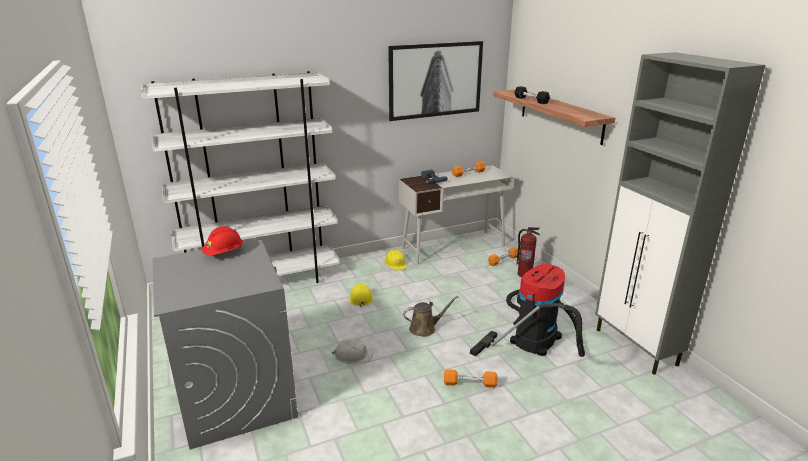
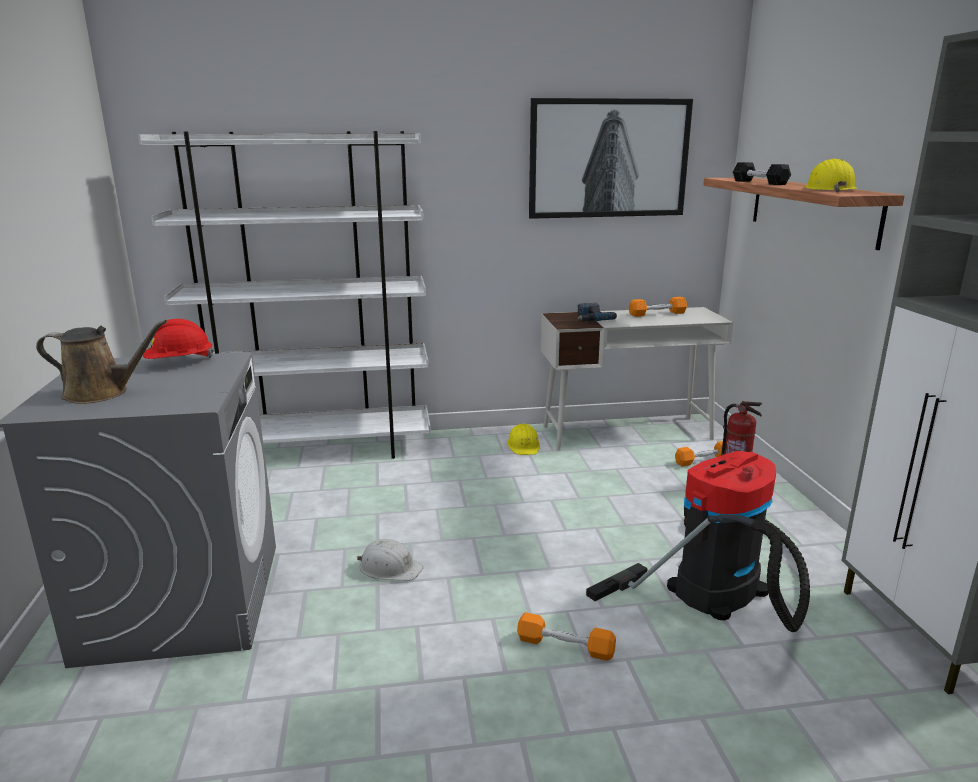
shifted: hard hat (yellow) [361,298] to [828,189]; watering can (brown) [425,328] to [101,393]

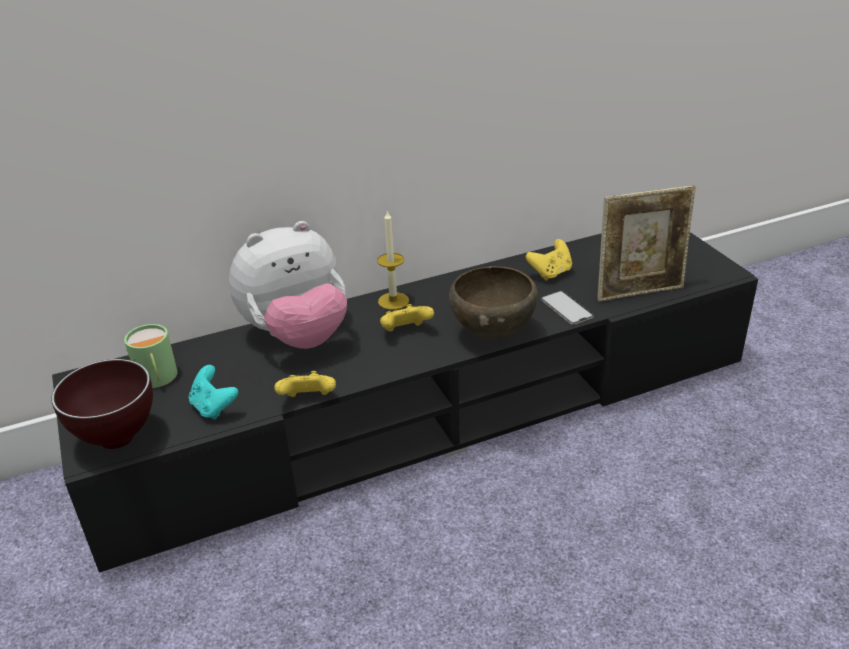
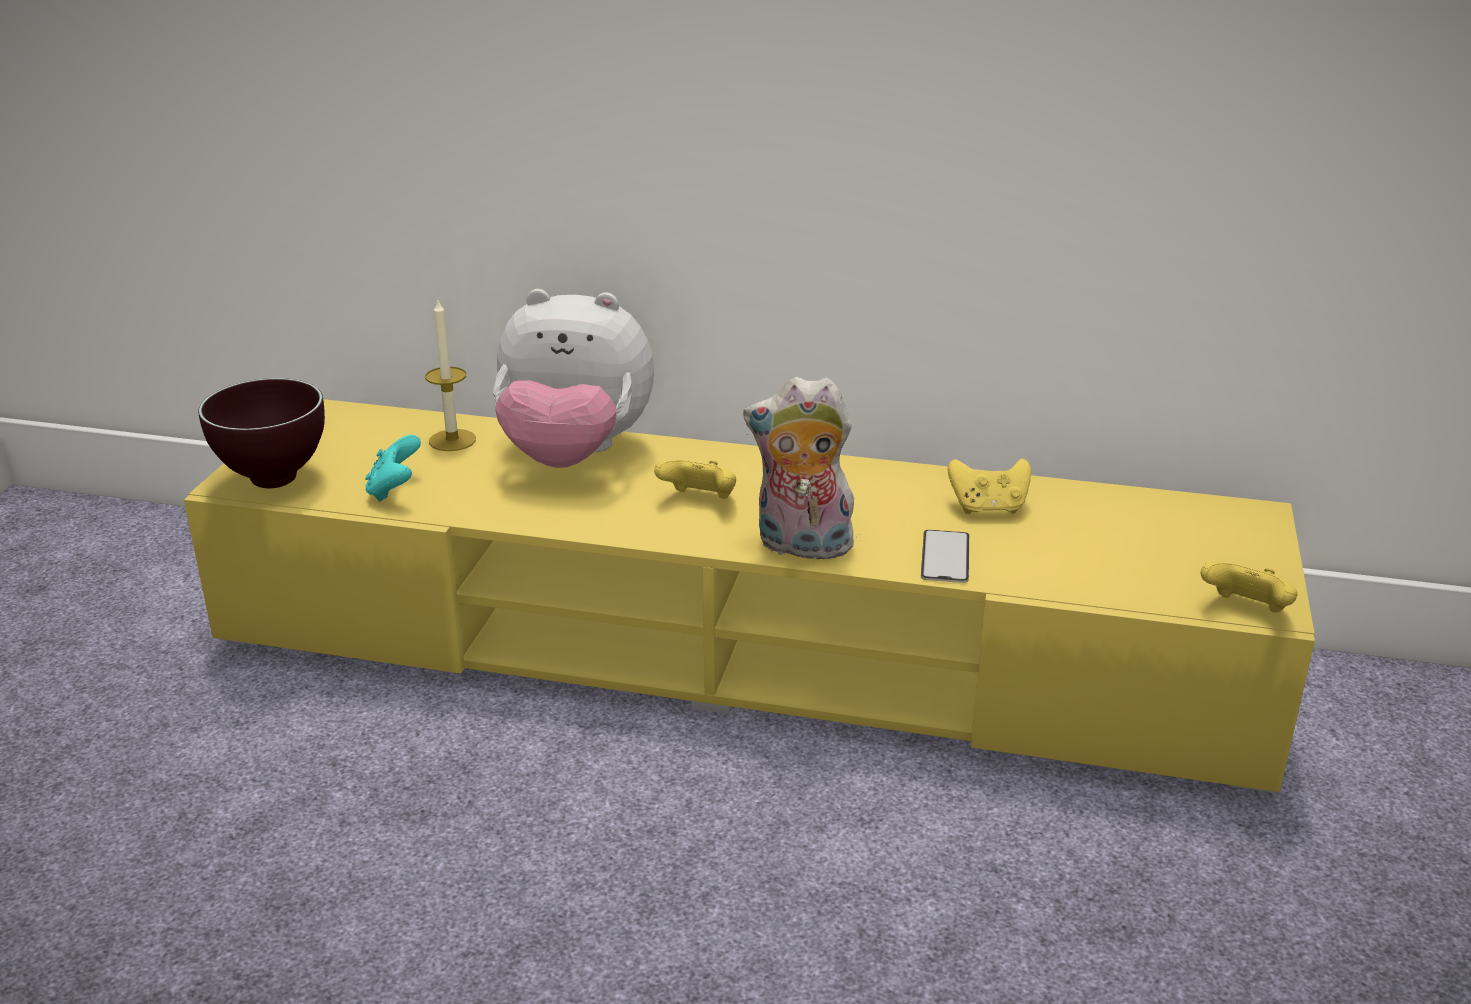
gone: mug (green) [156,378]; picture frame [639,292]
shifted: game controller (yellow) [308,400] to [1245,610]; candle [393,301] to [452,440]
swapped: bowl (brown) [493,334] to plush toy [801,547]
repainted: tv stand (black) [430,413] to tv stand (yellow) [738,650]

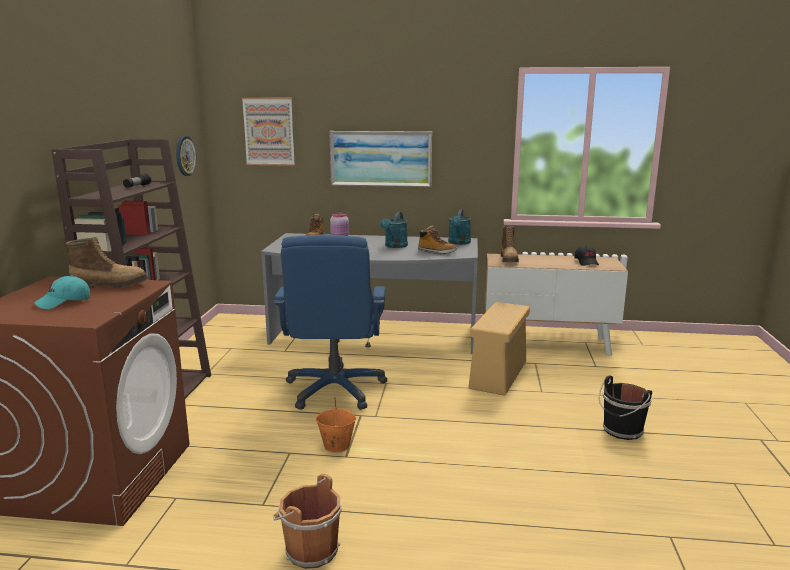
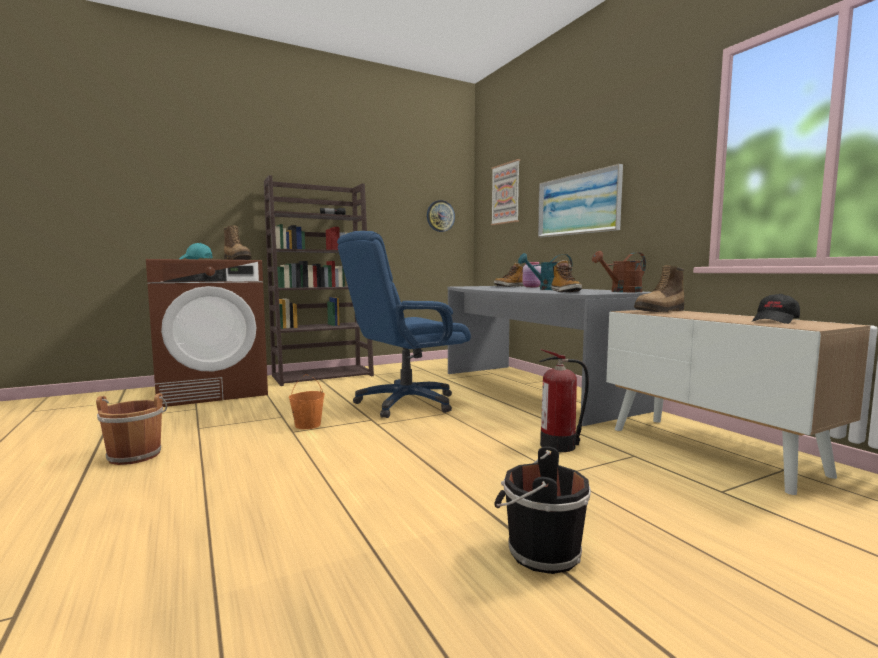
swapped: storage box (beige) [498,374] to fire extinguisher [560,445]
repainted: watering can (turquoise) [459,243] to watering can (brown) [621,291]

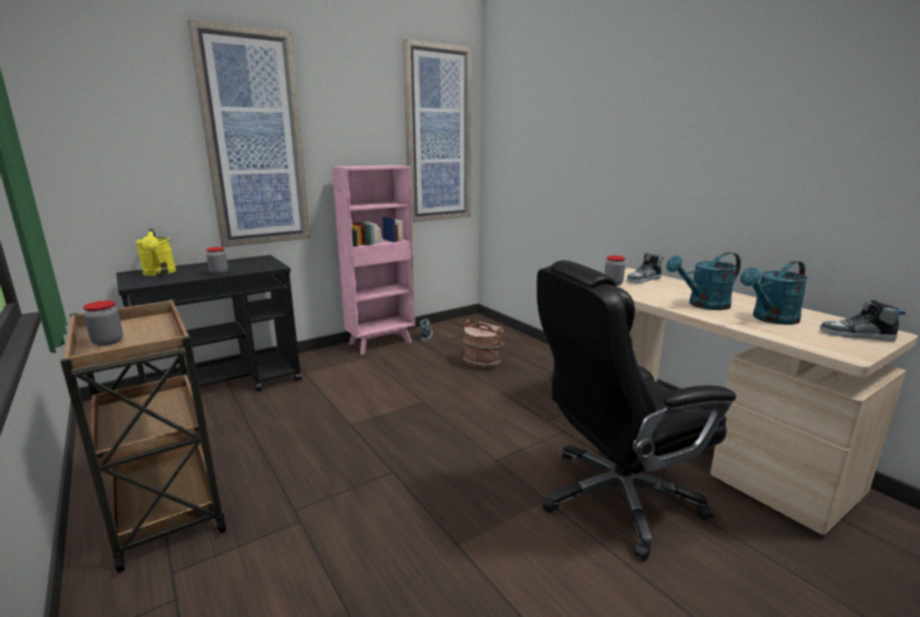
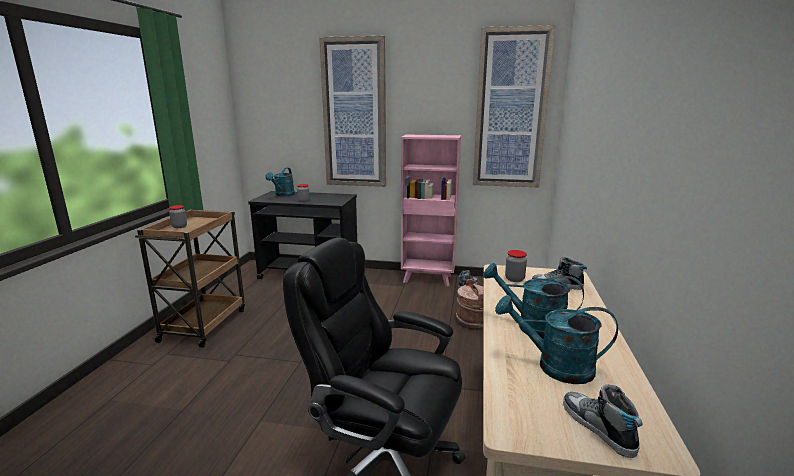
repainted: watering can (yellow) [159,273] to watering can (turquoise) [283,195]

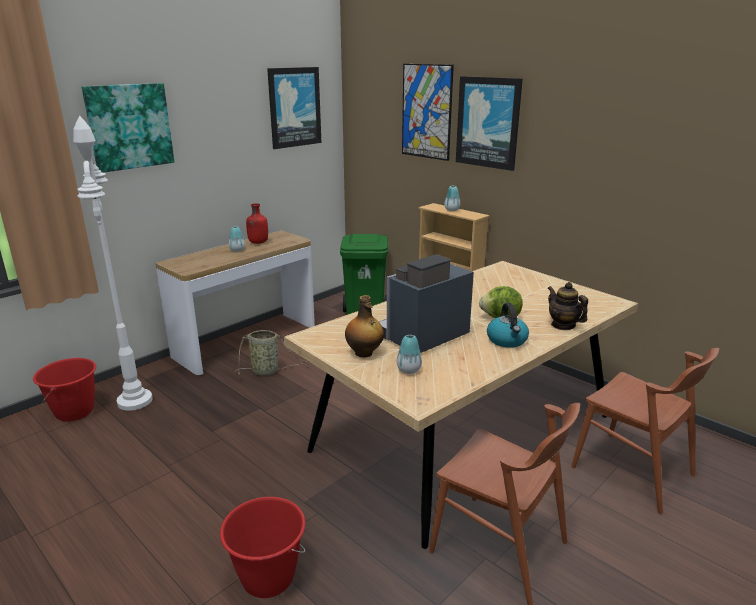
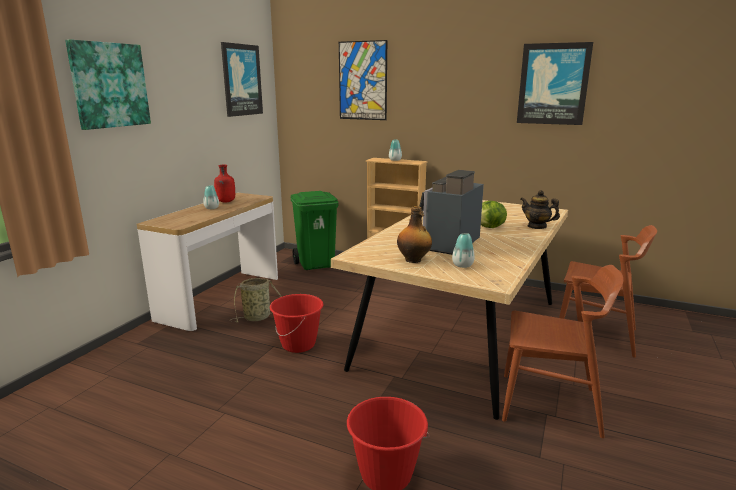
gone: floor lamp (white) [135,401]; kettle [507,340]
shifted: bucket (red) [75,412] to [299,344]; picture [488,122] to [553,84]

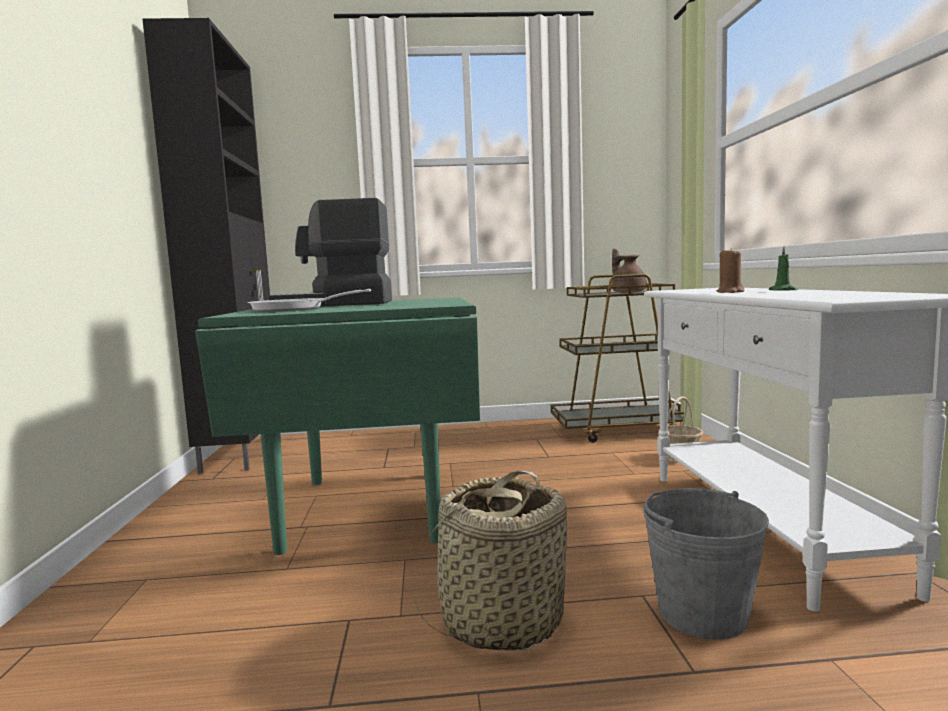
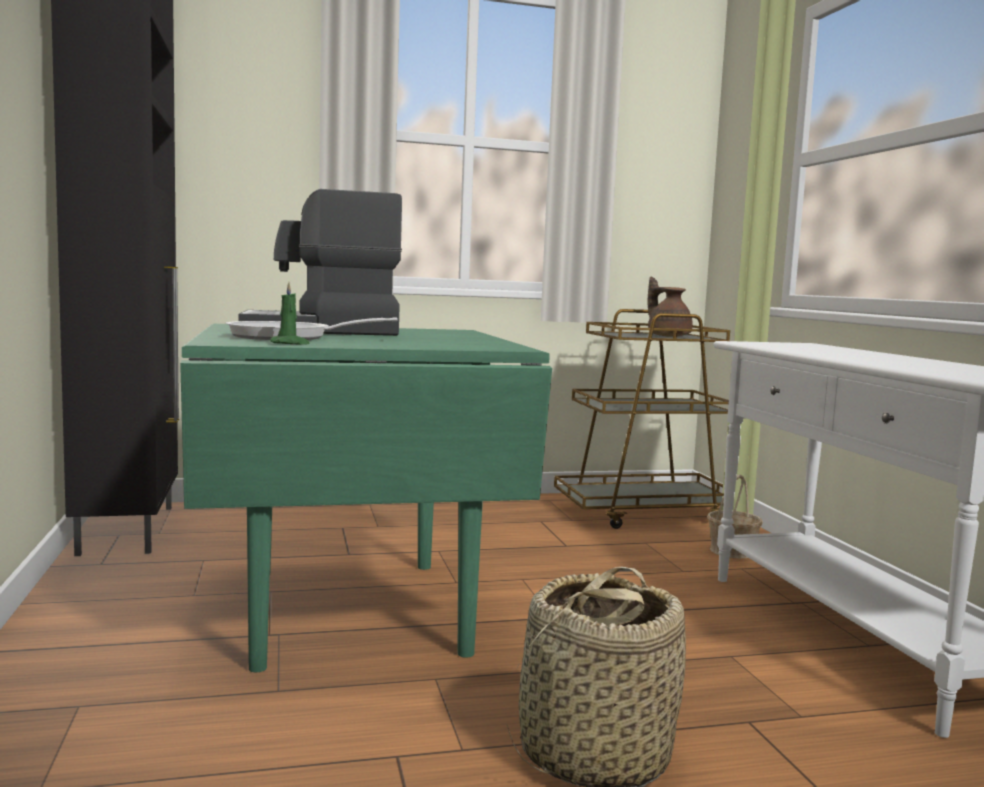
gone: bucket (grey) [702,614]; candle (brown) [730,292]
shifted: candle (green) [783,290] to [290,343]

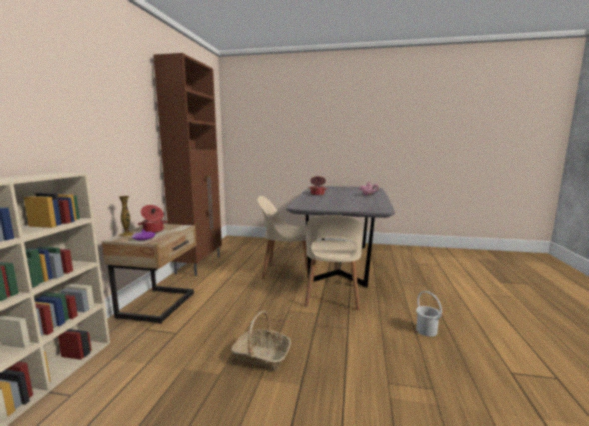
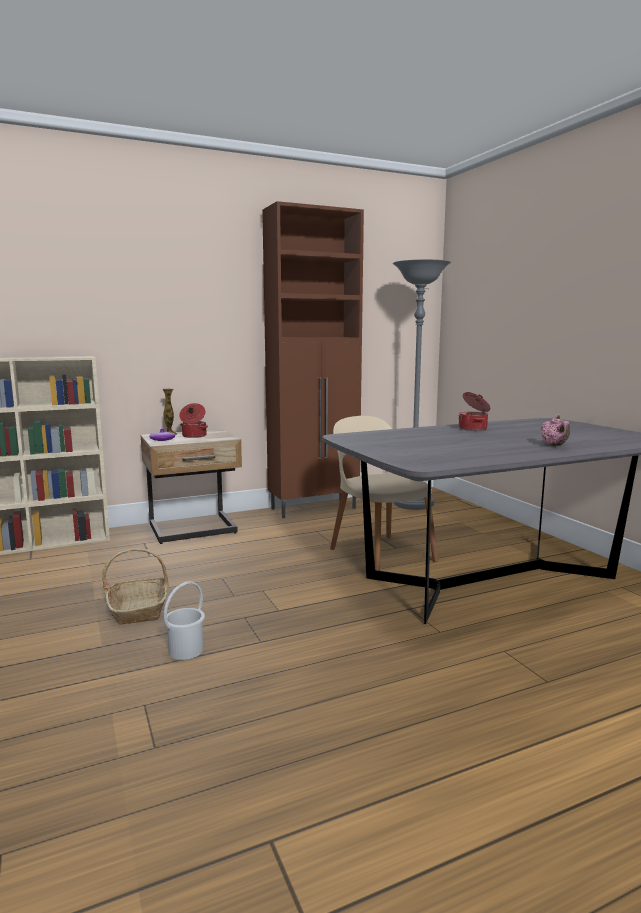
gone: chair (beige) [332,296]
new: floor lamp (grey) [413,504]
shifted: bucket (white) [426,330] to [186,650]

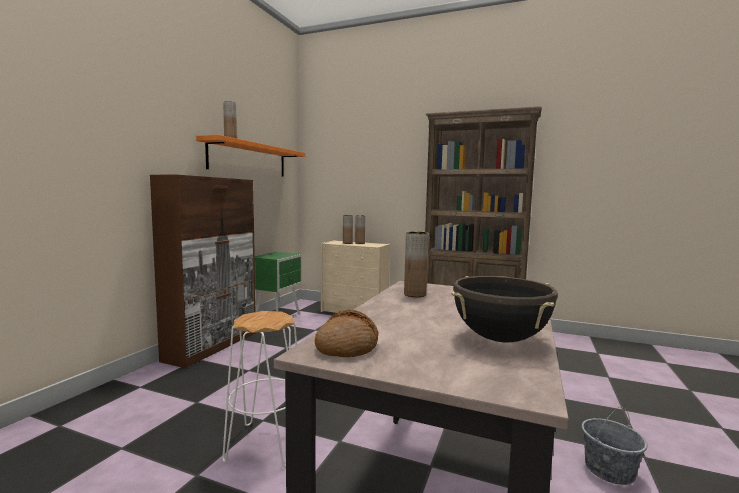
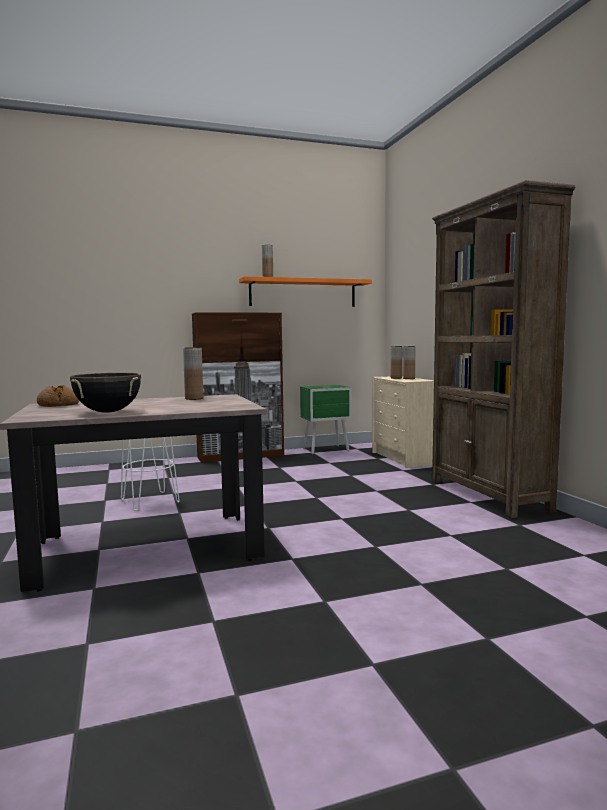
gone: bucket (grey) [609,470]

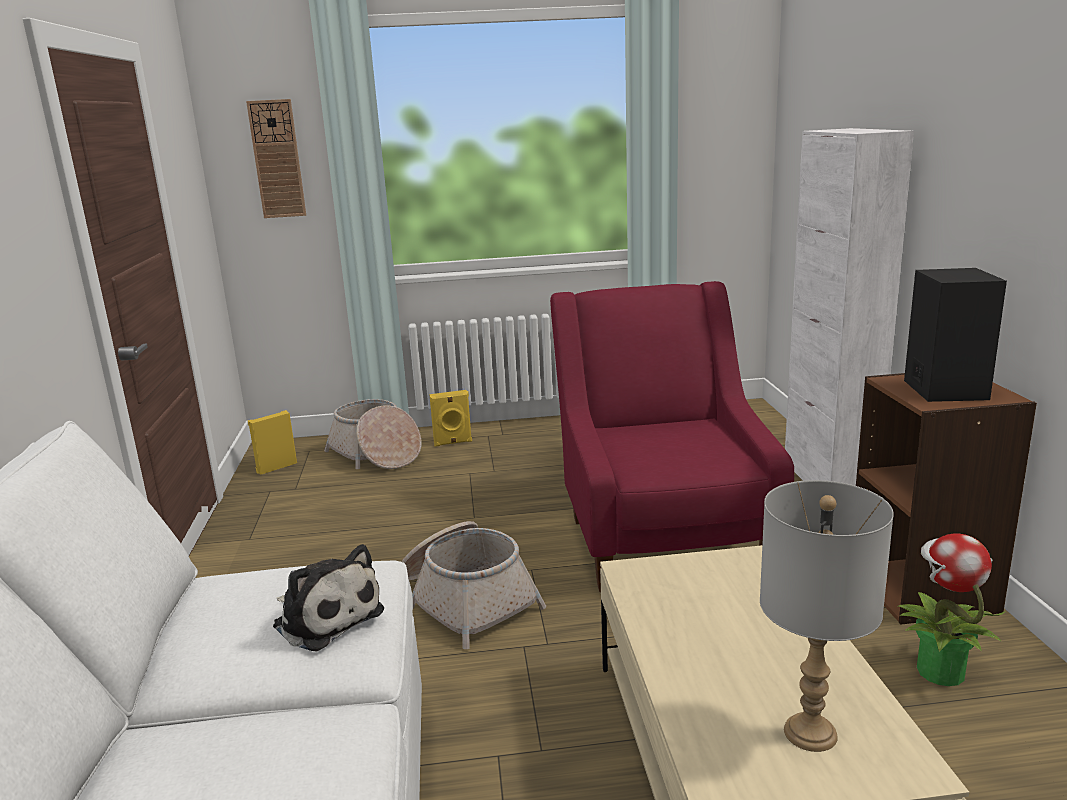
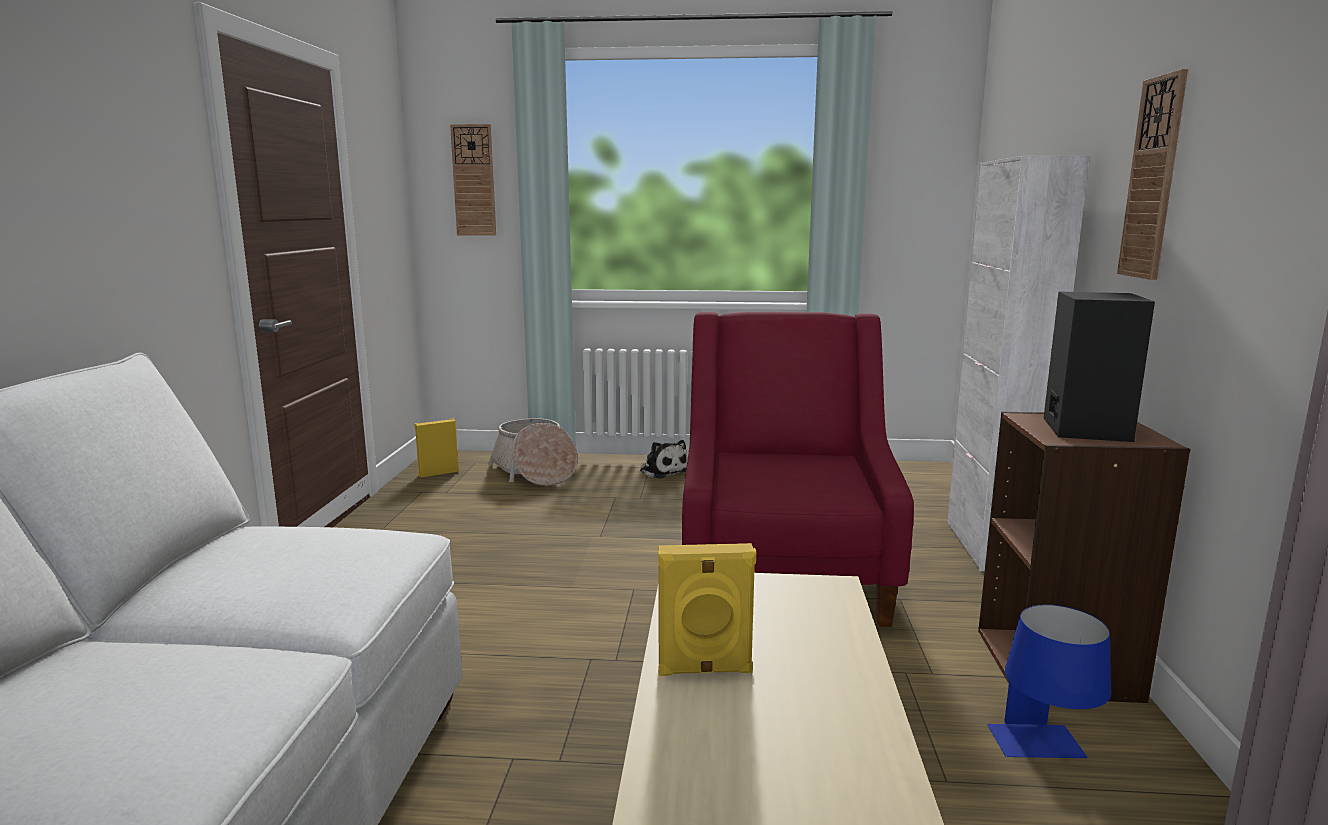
gone: basket [466,601]; table lamp (grey) [811,733]
new: wall clock [1153,178]
shifted: plush toy [326,617] to [663,471]; speaker (yellow) [453,443] to [705,670]
swapped: potted plant [939,671] to table lamp (blue) [1044,752]

